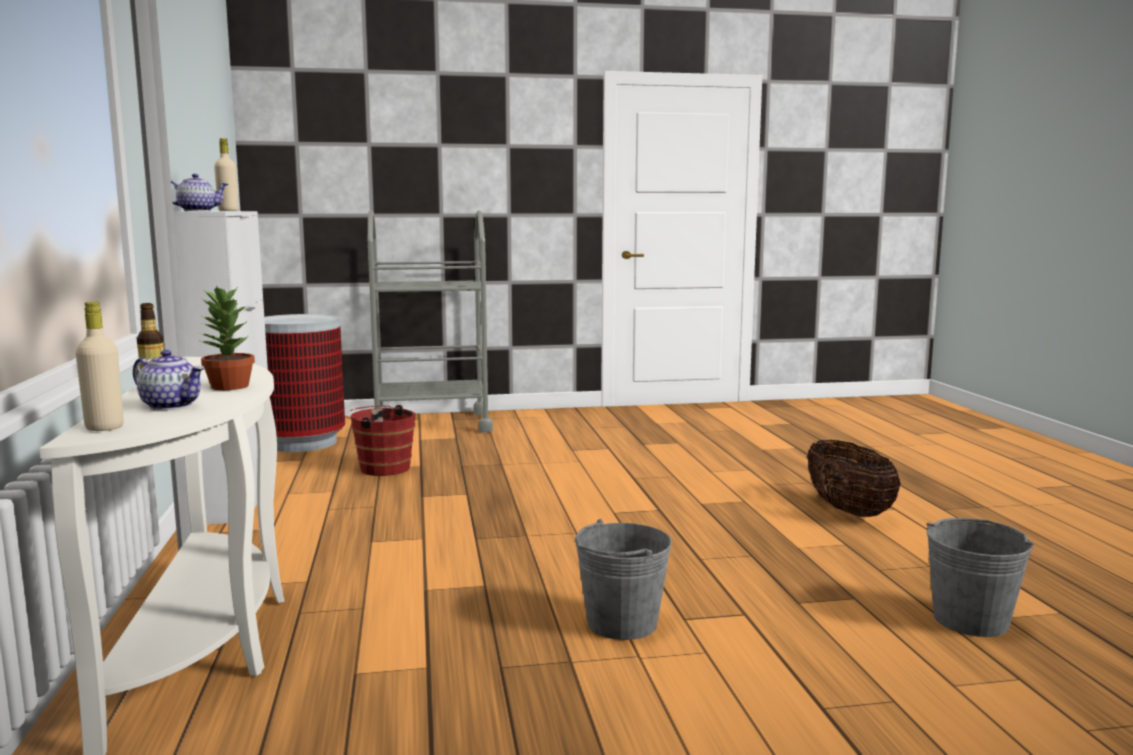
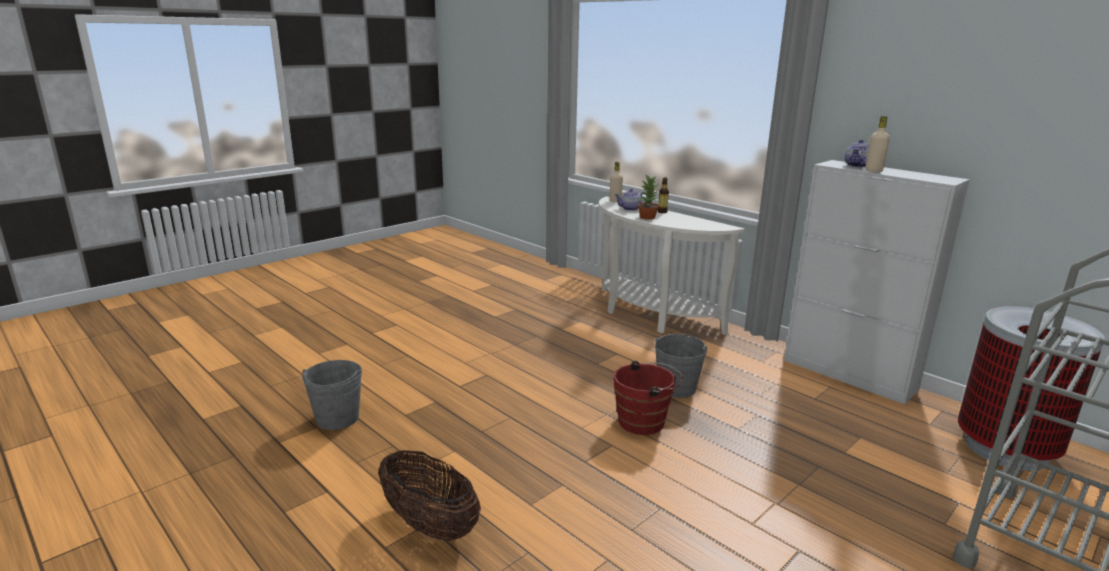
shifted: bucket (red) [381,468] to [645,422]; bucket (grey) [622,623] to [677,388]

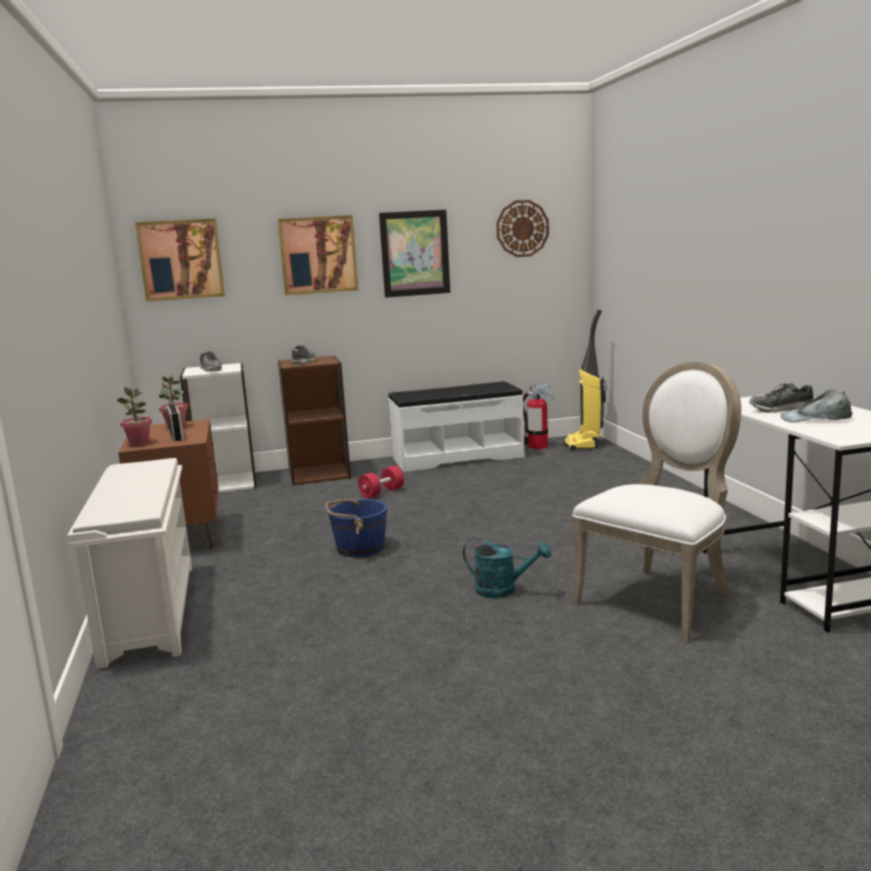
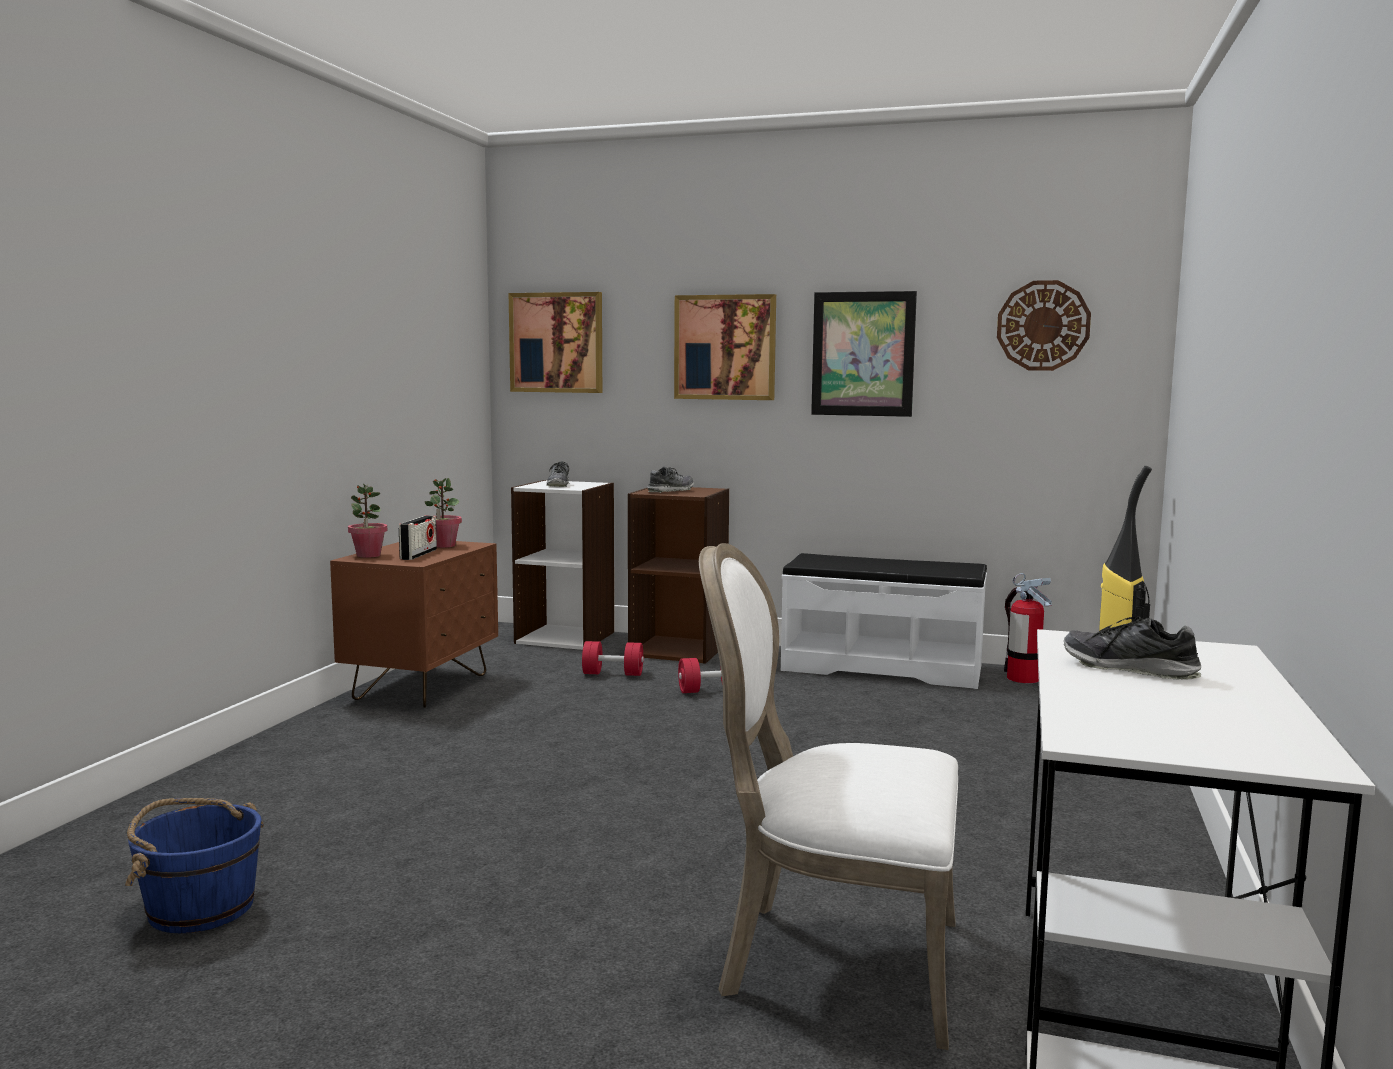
gone: shoe rack (white) [149,611]; watering can (turquoise) [503,590]; cap (grey) [816,418]
new: dumbbell (red) [613,674]
shifted: bucket (blue) [359,548] to [200,908]
rotated: chair (white) [661,598] = [831,961] 150 degrees counterclockwise

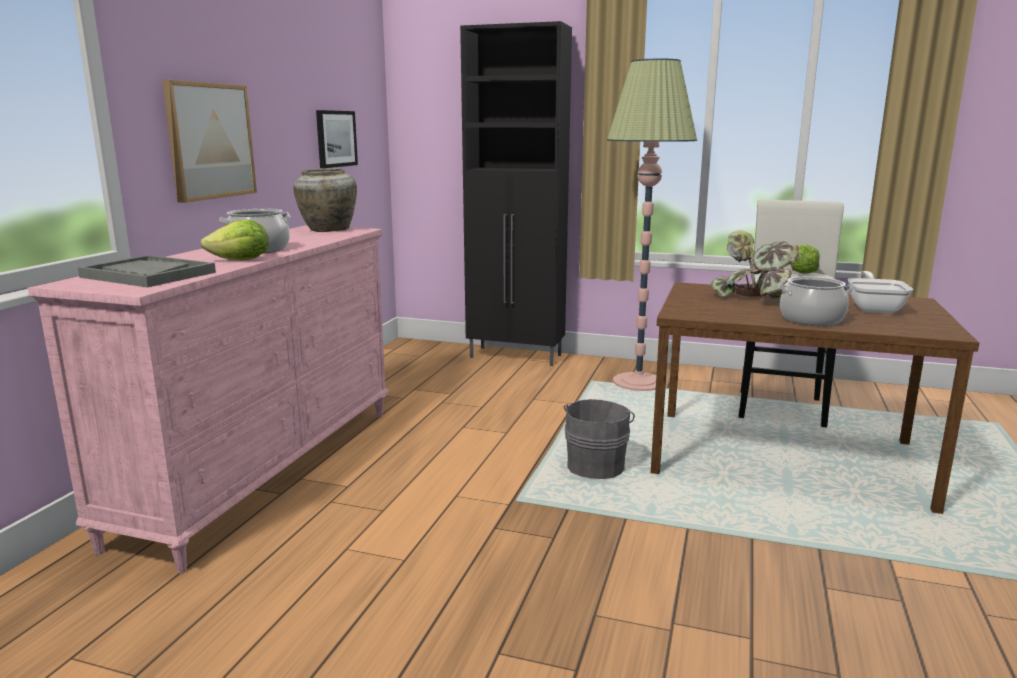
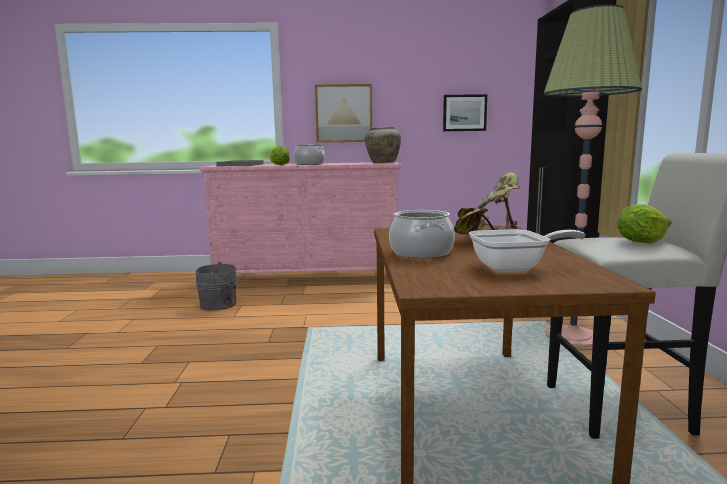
shifted: bucket (grey) [596,466] to [220,304]

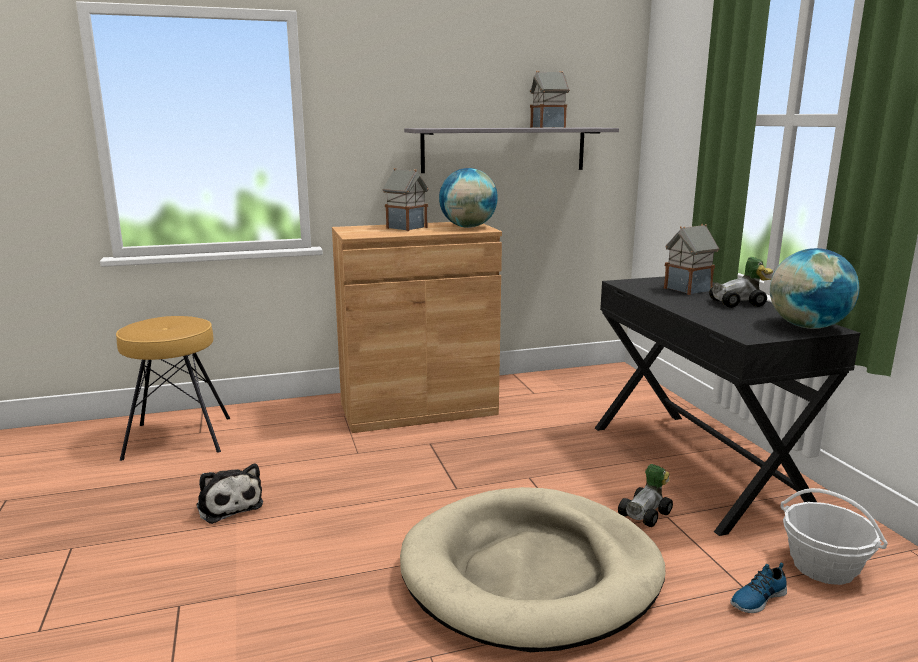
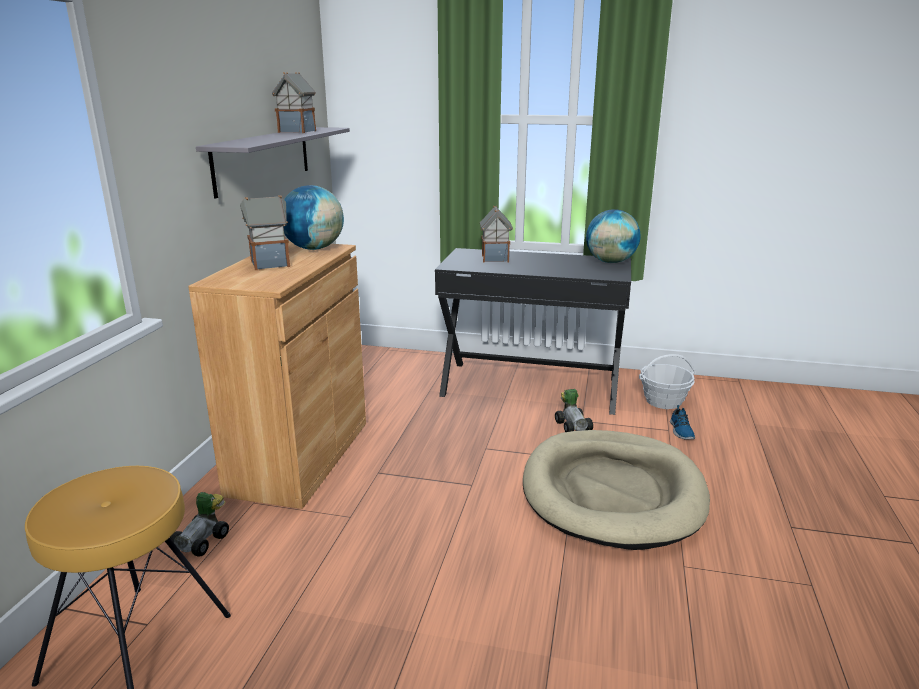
gone: plush toy [229,505]
shifted: toy car [740,303] to [204,540]

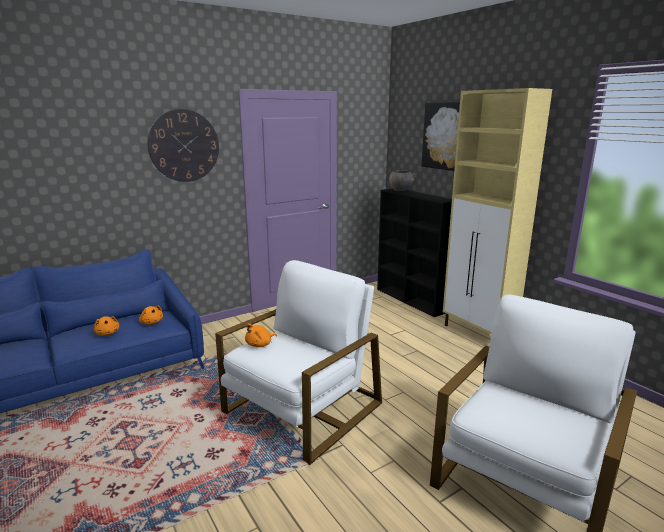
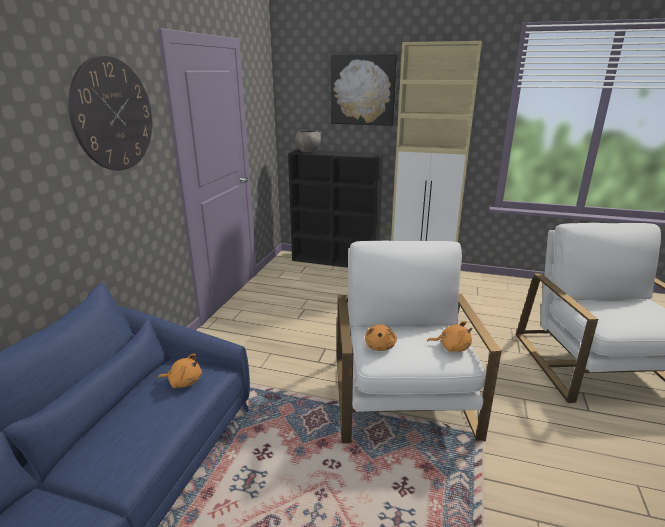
shifted: plush toy (orange) [107,333] to [452,347]

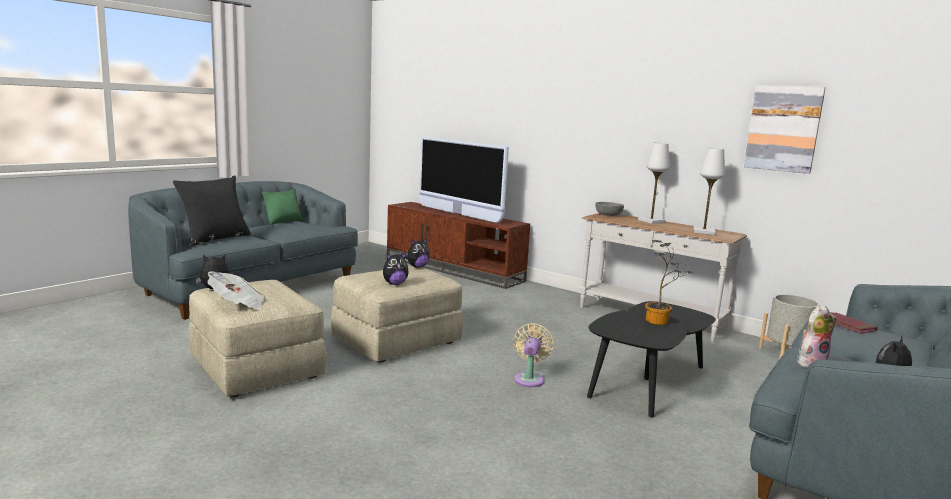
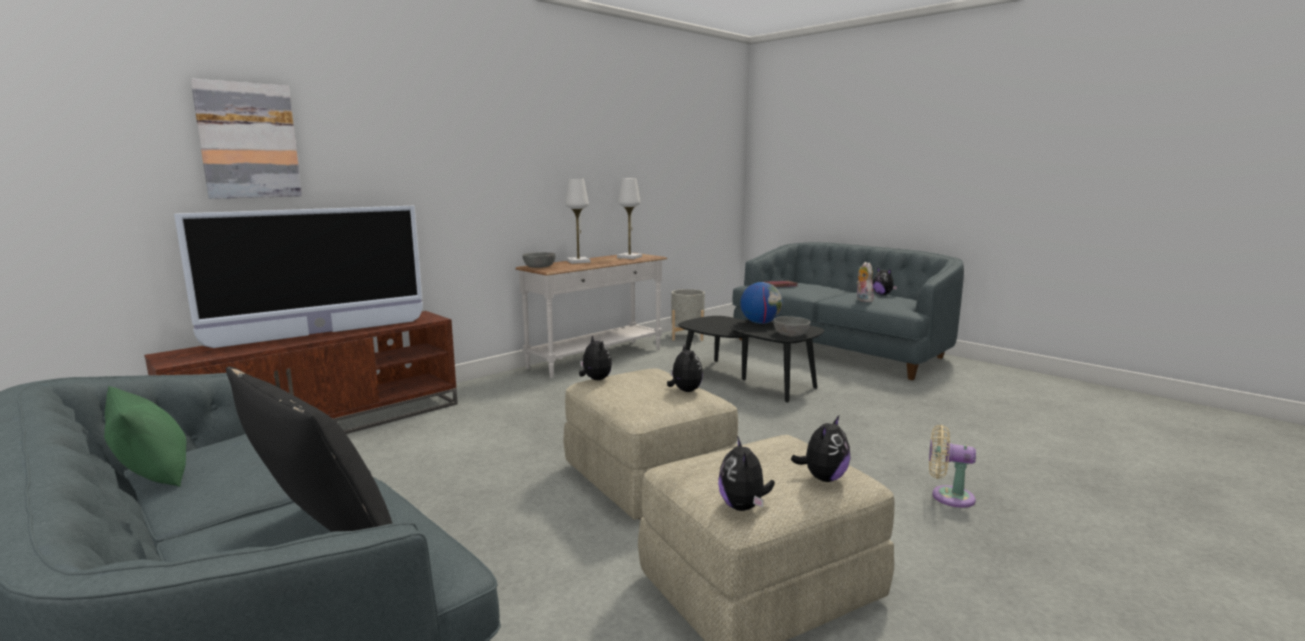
new: bowl (grey) [791,334]
shifted: fan (beige) [529,379] to [948,496]; picture [783,128] to [248,141]
swapped: newspaper [237,304] to plush toy [823,478]; potted plant [660,321] to globe [760,323]

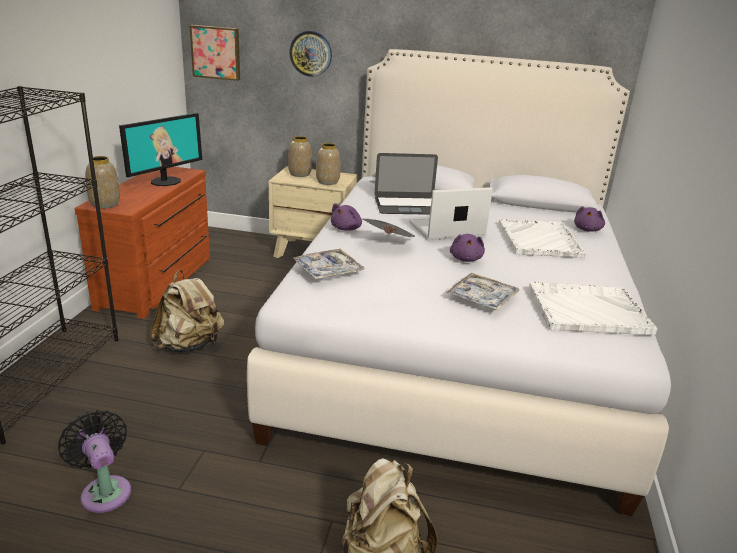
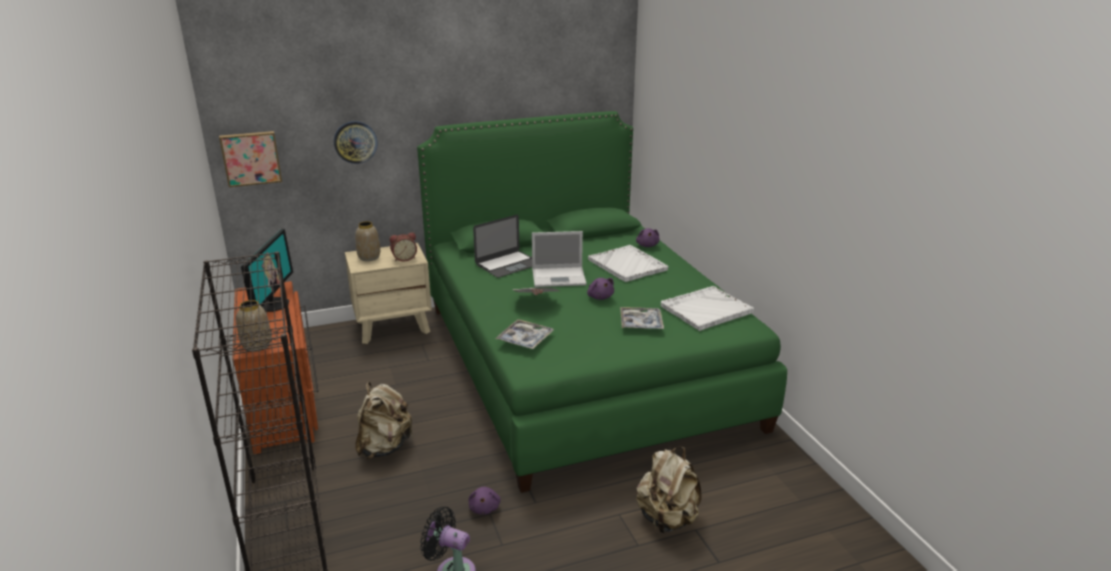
shifted: plush toy (purple) [347,228] to [484,508]
swapped: vase [328,182] to alarm clock [404,258]
repainted: bed (white) [455,341] to bed (green) [580,363]
rotated: laptop [445,230] = [560,277] 135 degrees counterclockwise

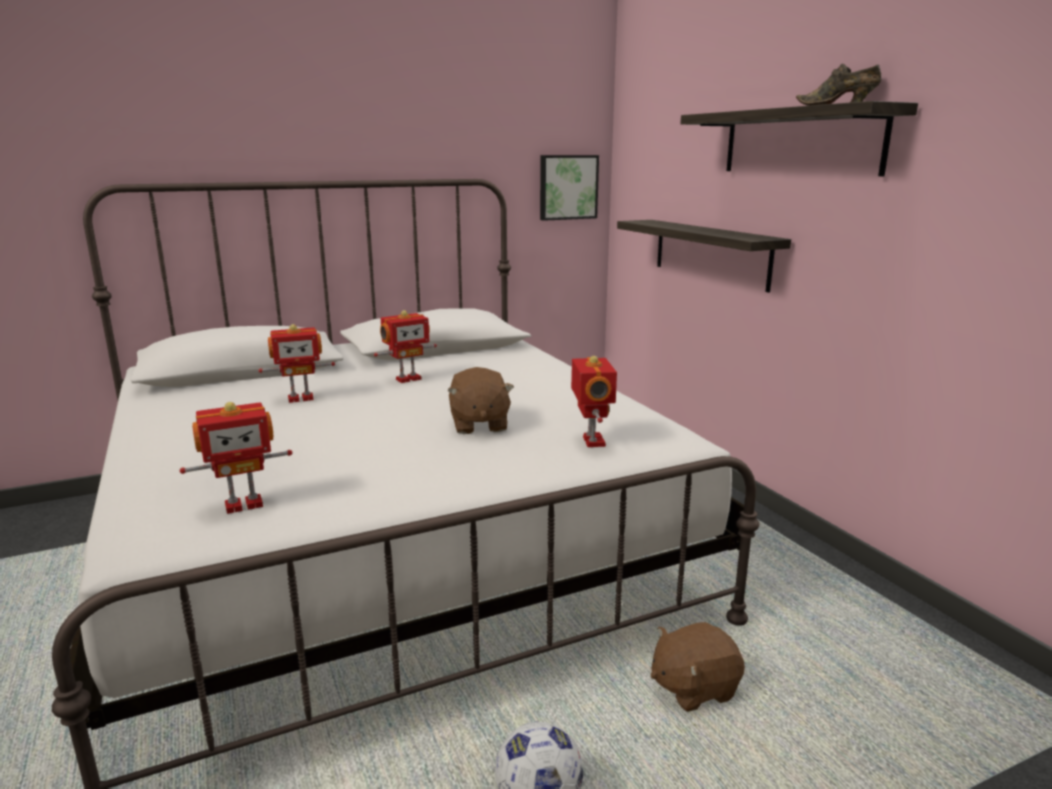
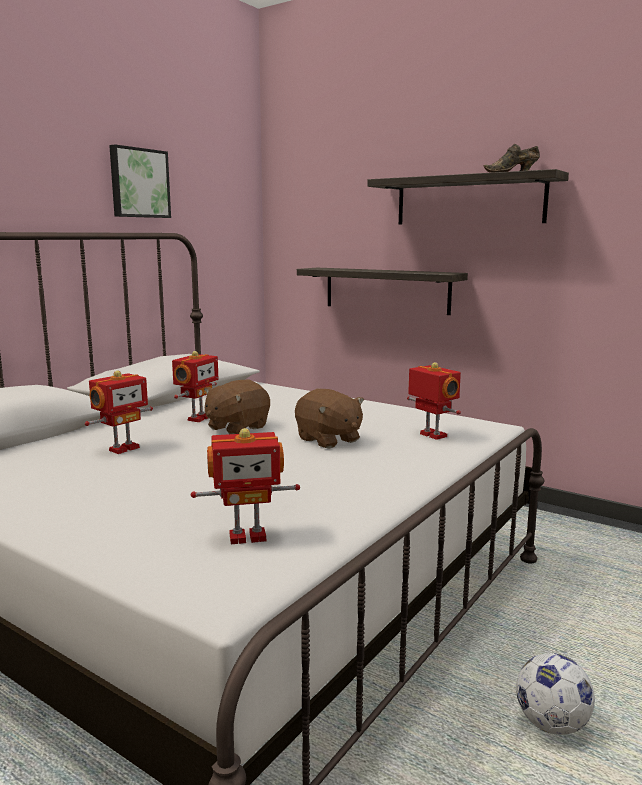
shifted: picture [567,187] to [139,183]; plush toy (brown) [693,687] to [236,427]
rotated: toy robot [243,504] = [247,536] 45 degrees clockwise

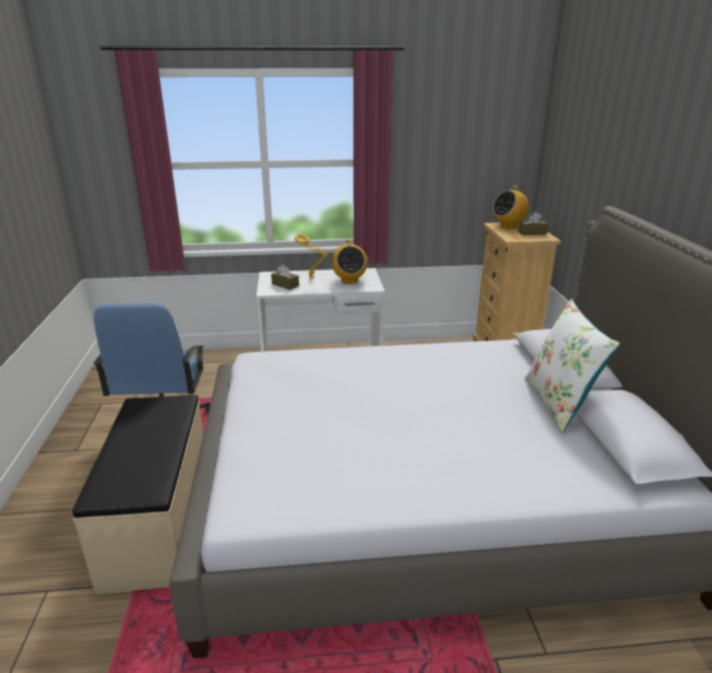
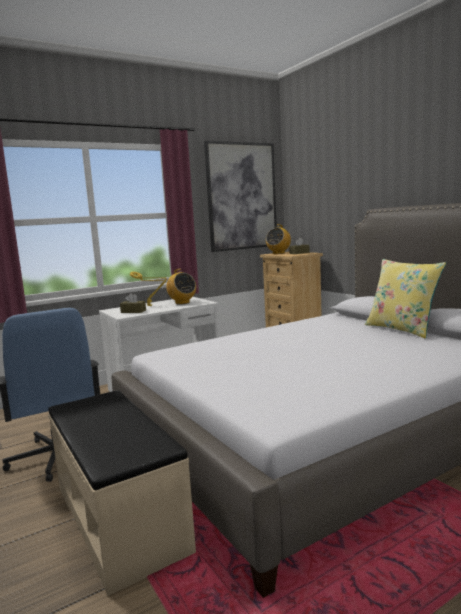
new: picture [241,196]
repainted: pillow (white) [559,403] to pillow (yellow) [402,329]

